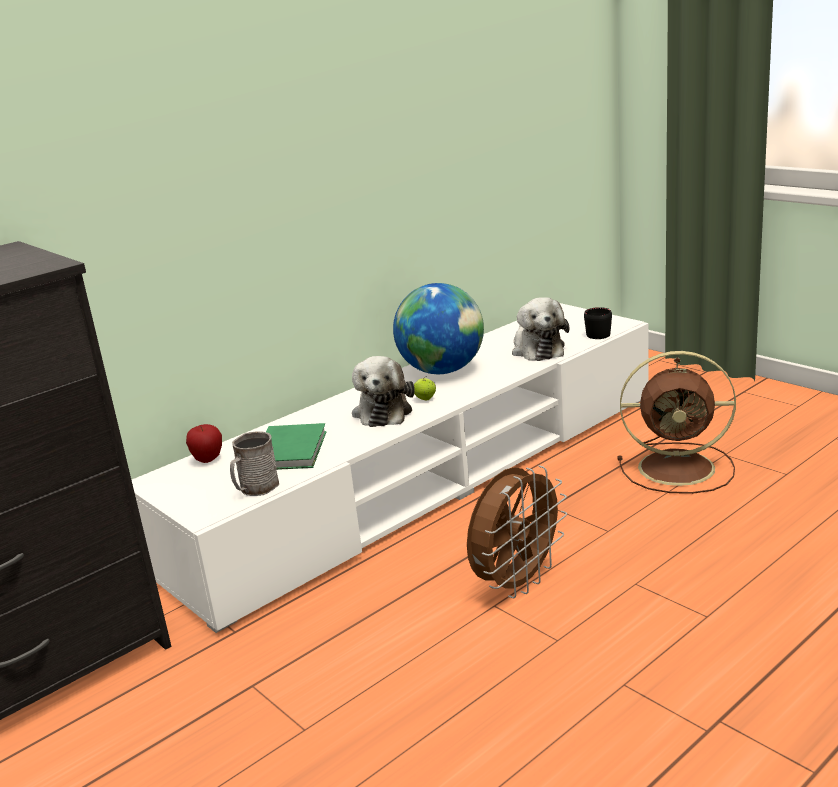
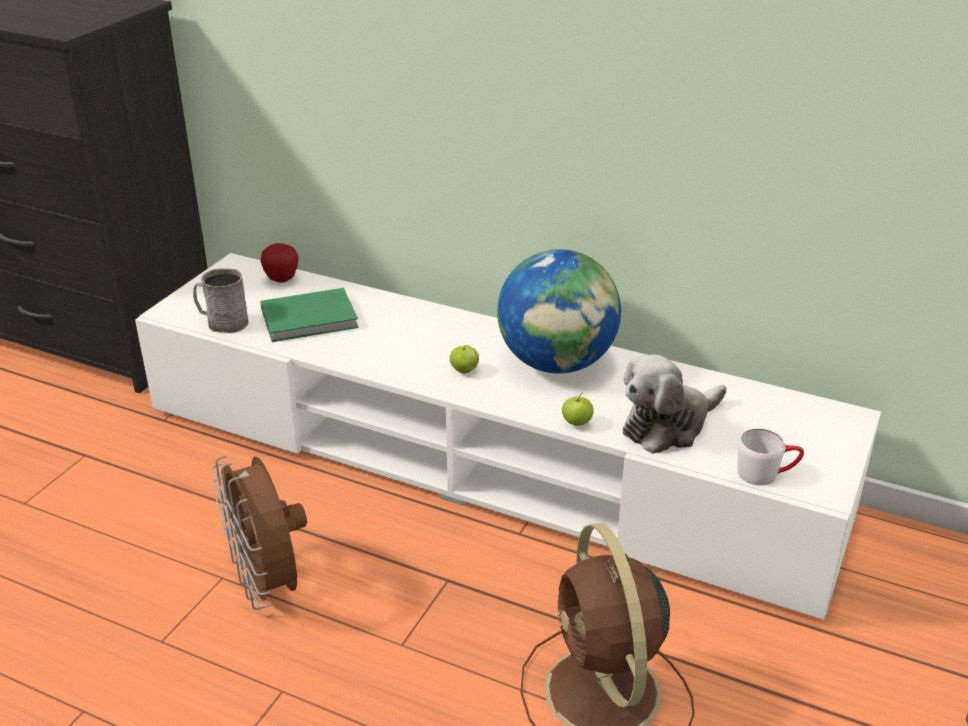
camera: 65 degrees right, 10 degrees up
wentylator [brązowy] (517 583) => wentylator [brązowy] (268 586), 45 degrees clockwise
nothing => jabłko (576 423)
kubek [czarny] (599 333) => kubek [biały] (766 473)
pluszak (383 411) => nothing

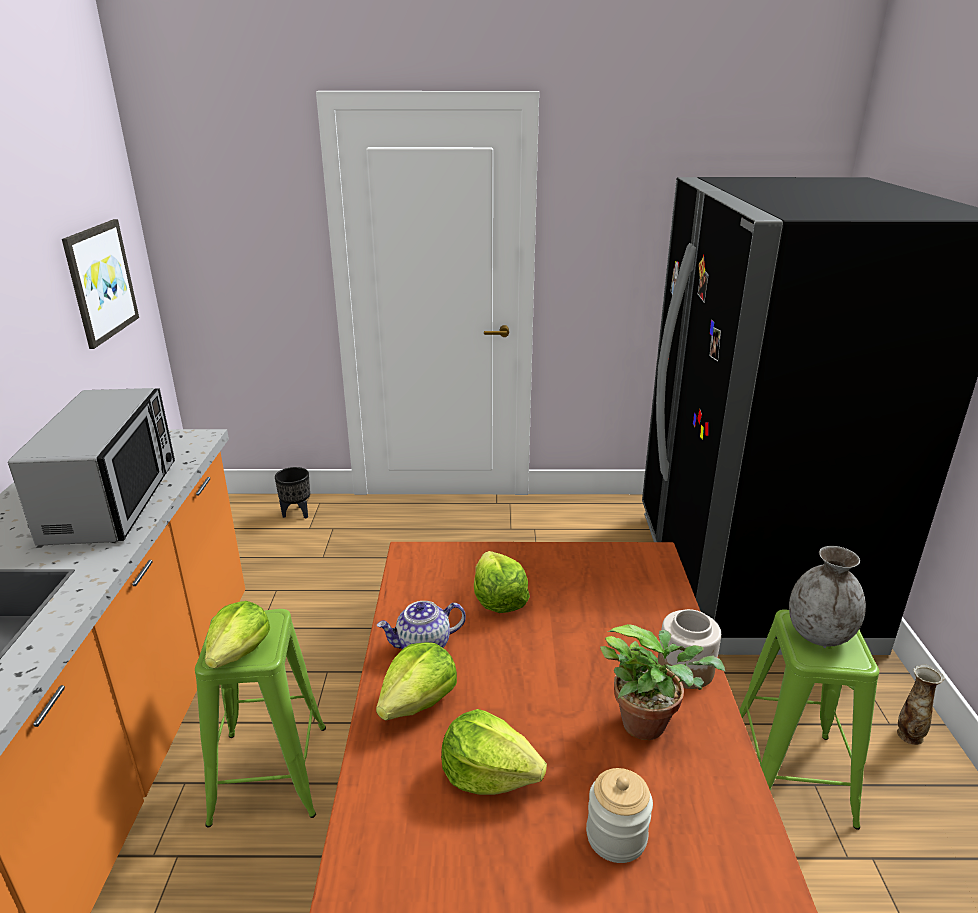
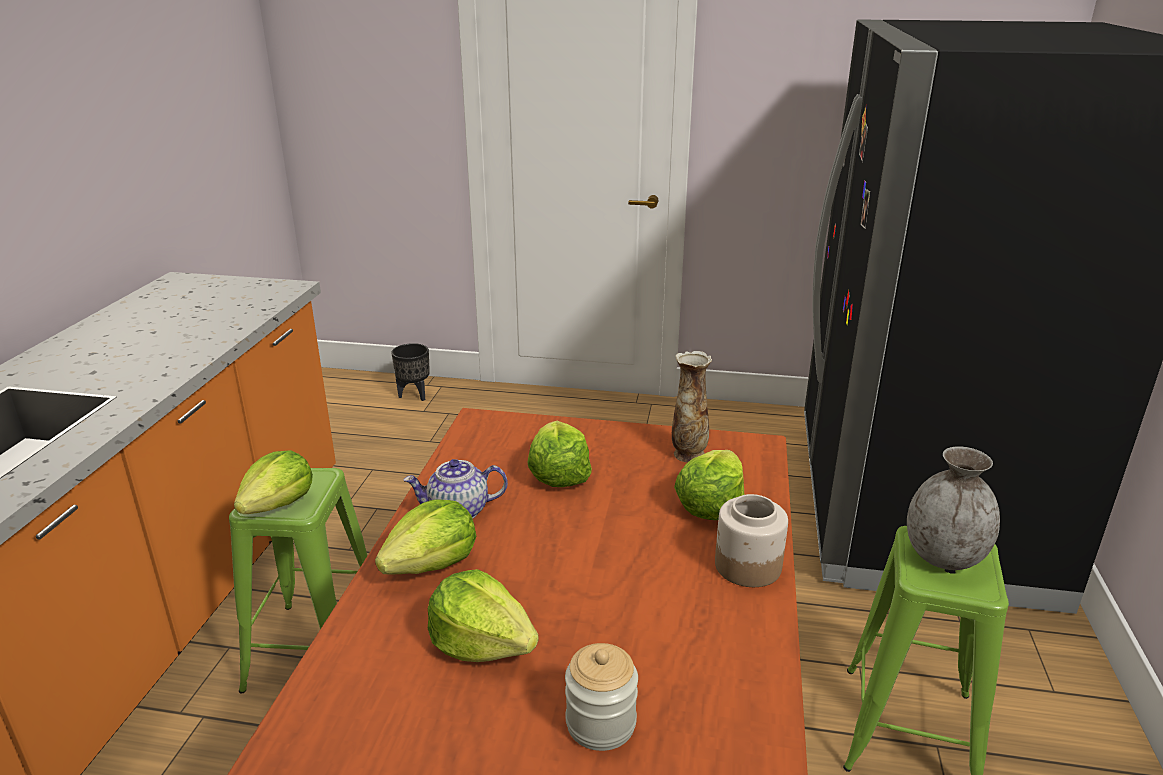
camera: 10 degrees right, 0 degrees up
wazon (909 735) => wazon (688 454), moved
nothing => sałata (710 504)
mikrofalówka (113 500) => nothing
obraz (100 282) => nothing
roślina doniczkowa (650 724) => nothing

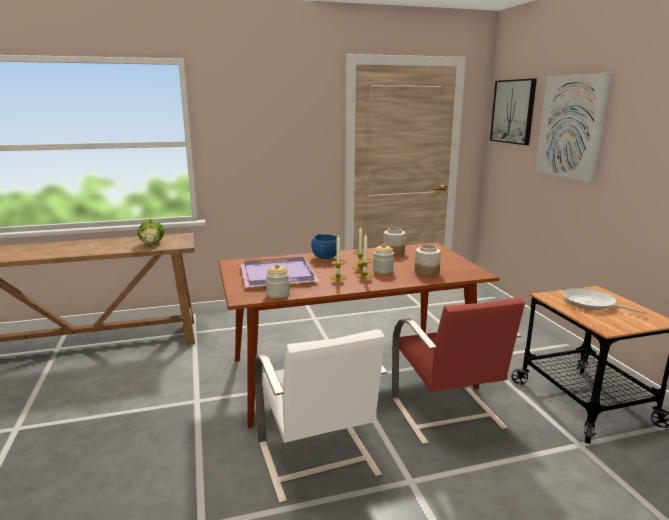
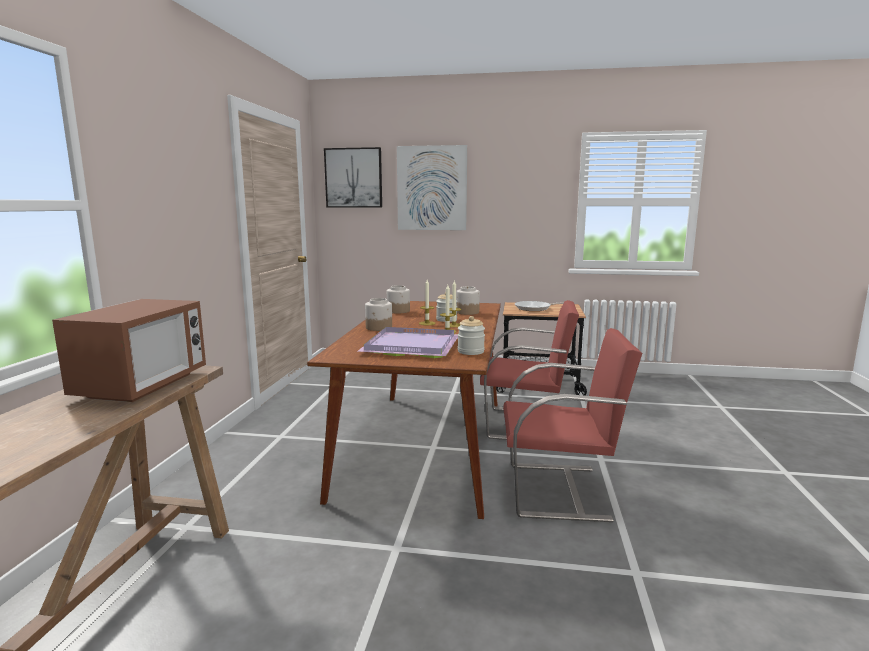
camera: 65 degrees left, 5 degrees down
sałata (152 244) => mikrofalówka (143 385)
miska [niebieski] (325 258) => słoik (379 328)
krzesło [biały] (317 461) => krzesło [czerwony] (559 491)

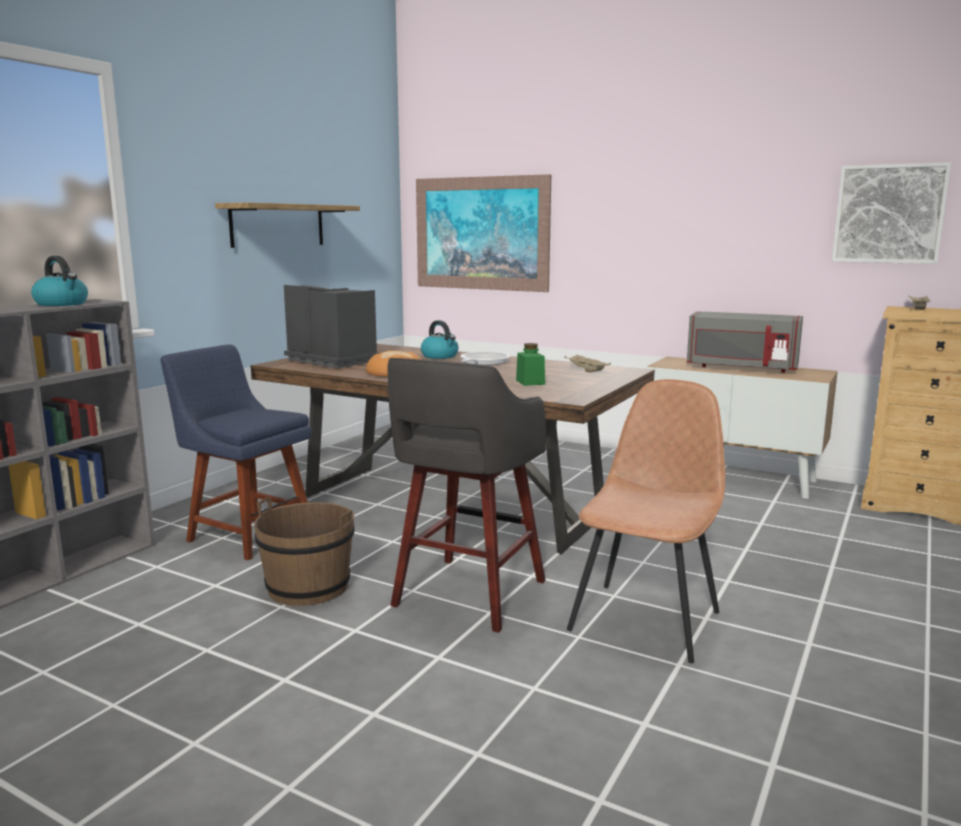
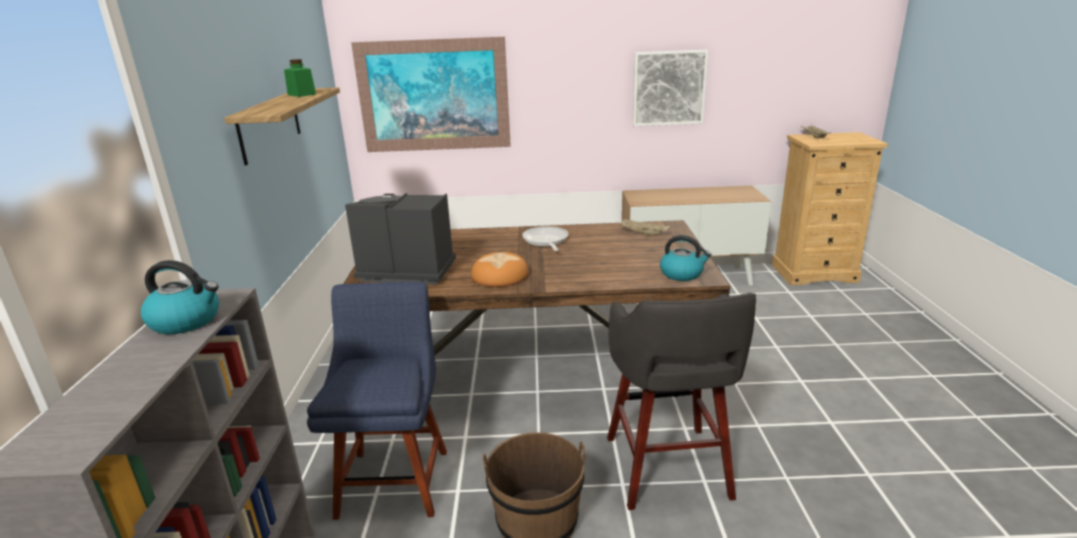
camera: 30 degrees left, 10 degrees up
słoik [zielony] (530 382) => słoik [zielony] (301 94), moved
krzesło [niebieski] (247 533) => krzesło [niebieski] (395 478), 90 degrees clockwise
obraz (889 214) => obraz (668 88), moved
czajnik (440 356) => czajnik (682 274), moved
krzesło [brązowy] (646 619) => nothing
mikrofalówka [szary] (741 367) => nothing

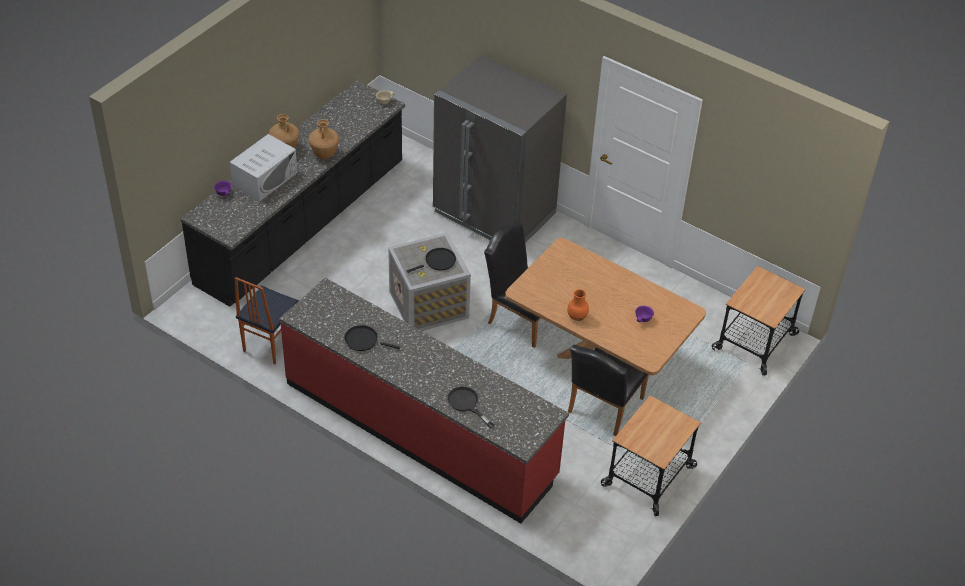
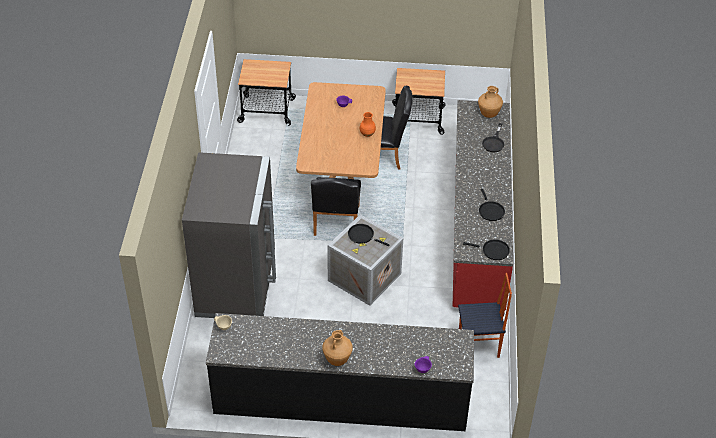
camera: 120 degrees left, 0 degrees up
nothing => patelnia [czarny] (493 251)
wazon [brązowy] (324 154) => wazon [brązowy] (488 114), moved
mikrofalówka [biały] (265 179) => nothing

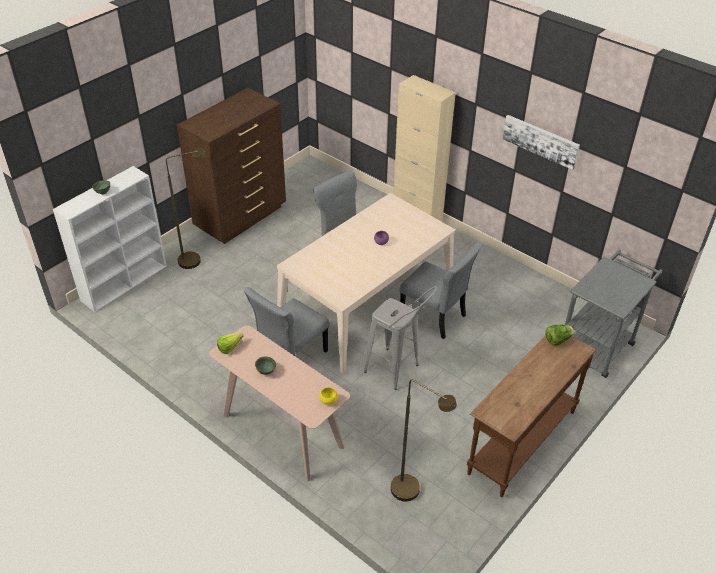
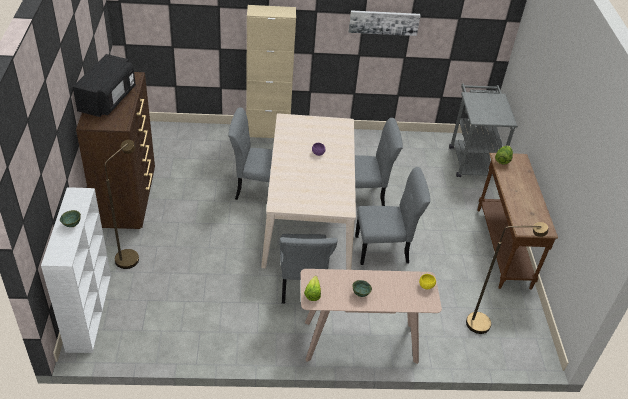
camera: 45 degrees left, 0 degrees up
nothing => mikrofalówka [czarny] (108 99)
stołek [szary] (398 372) => krzesło [szary] (384 250)

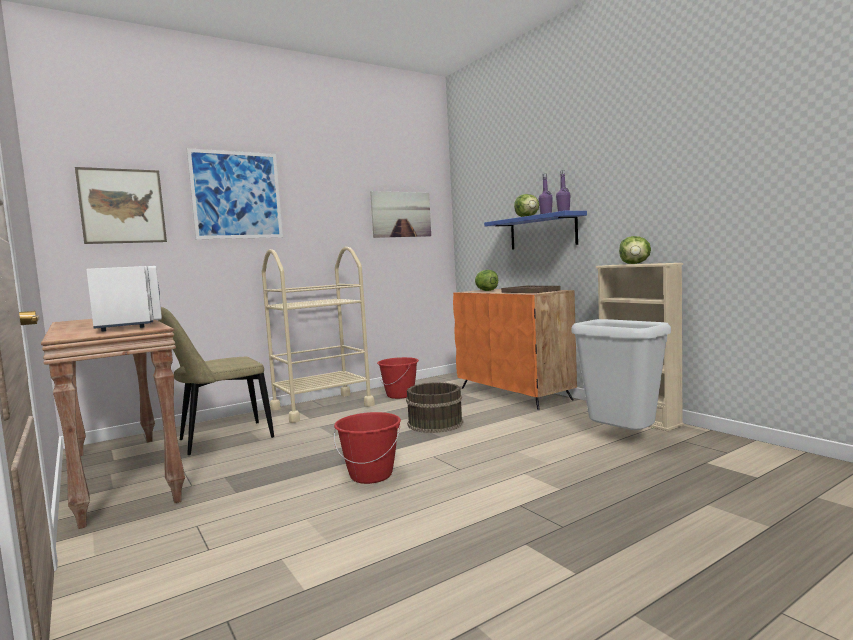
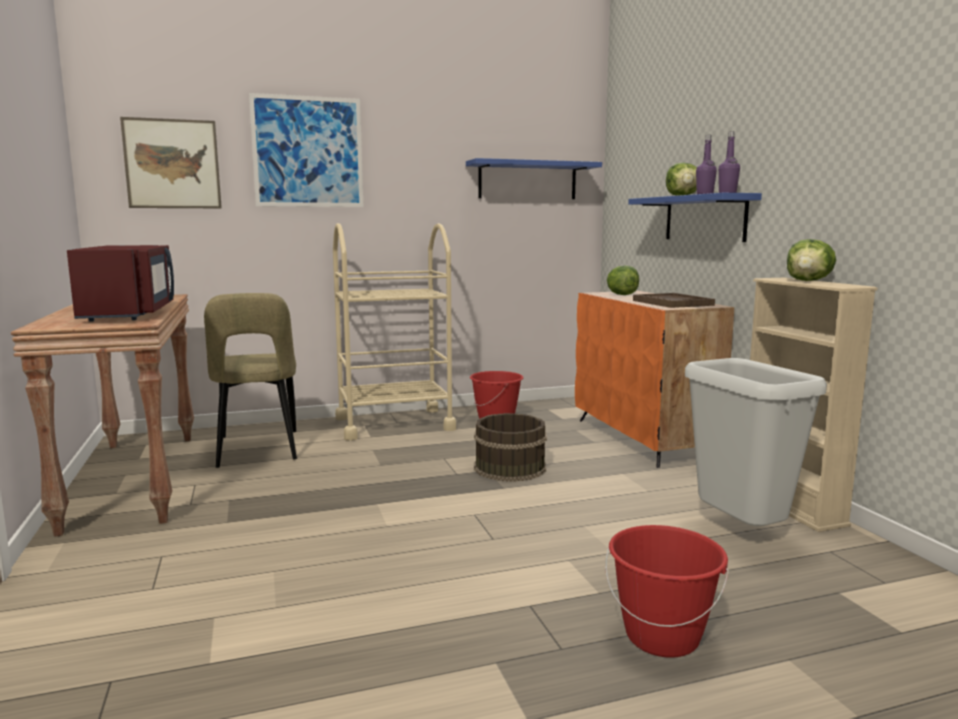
camera: 15 degrees right, 5 degrees up
mikrofalówka [biały] (128 325) => mikrofalówka [czerwony] (130 314)
krzesło [beżowy] (220 440) => krzesło [beżowy] (258 450), 90 degrees counterclockwise
obraz (401 214) => półka [niebieski] (527 180)
wiadro [czerwony] (371 475) => wiadro [czerwony] (662 637), moved

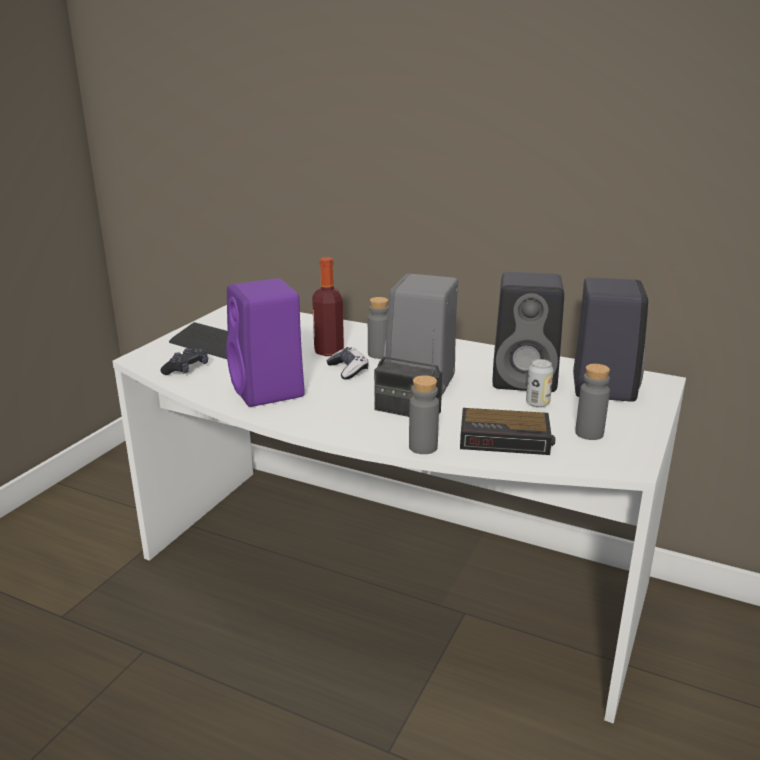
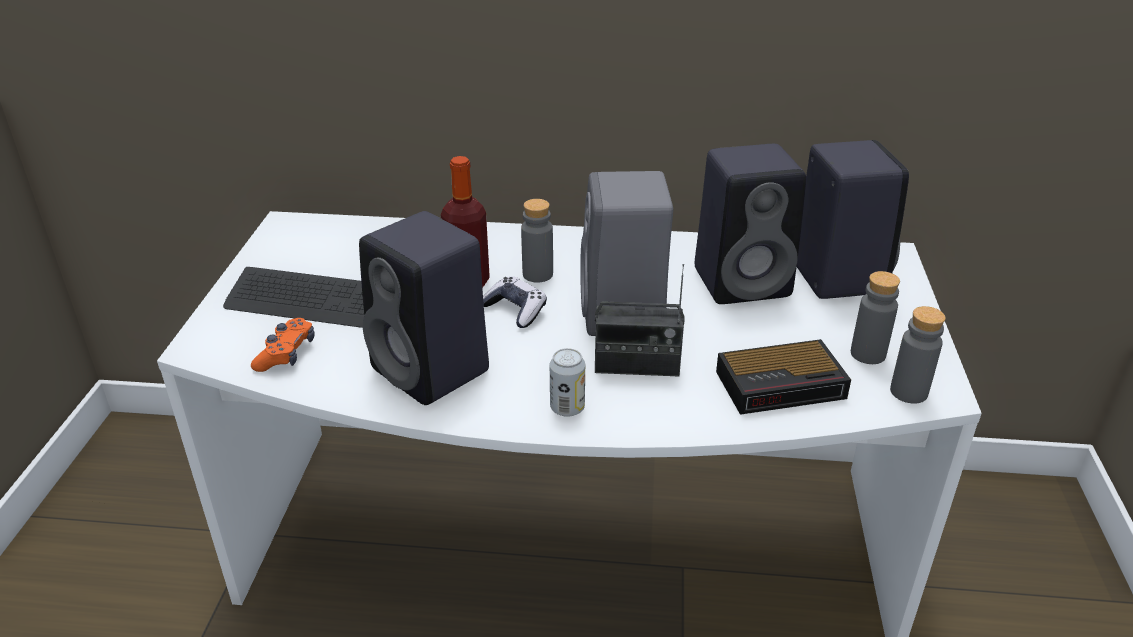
camera: 20 degrees left, 10 degrees up
pad do gier [czarny] (187 369) => pad do gier [pomarańczowy] (286 354)
głośnik [fioletowy] (269 391) => głośnik [czarny] (433 371)
puszka (537 403) => puszka (567 408), moved
butelka [szary] (423 447) => butelka [szary] (908 392), moved

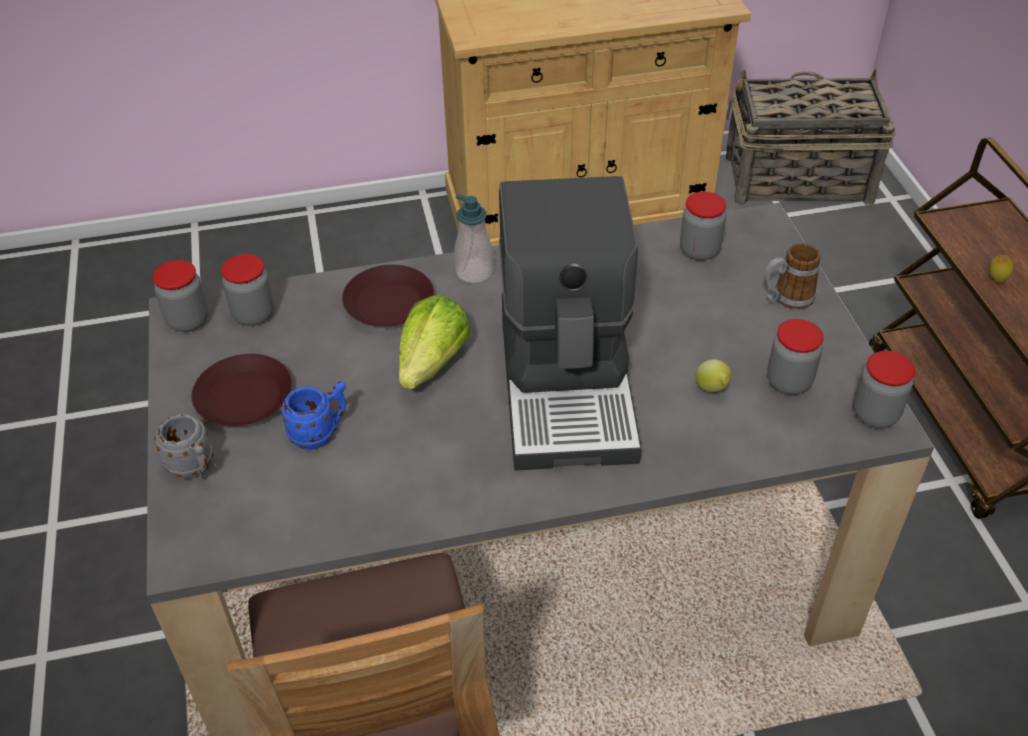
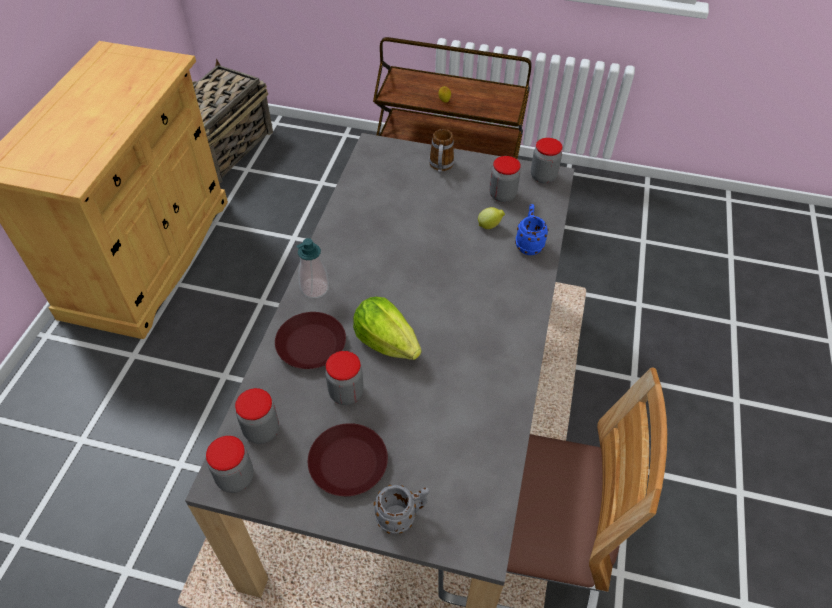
camera: 65 degrees left, 5 degrees up
słoik (699 250) => słoik (346 393), moved
kubek [niebieski] (320 433) => kubek [niebieski] (528 243), moved
ekspres do kawy (569 386) => nothing

